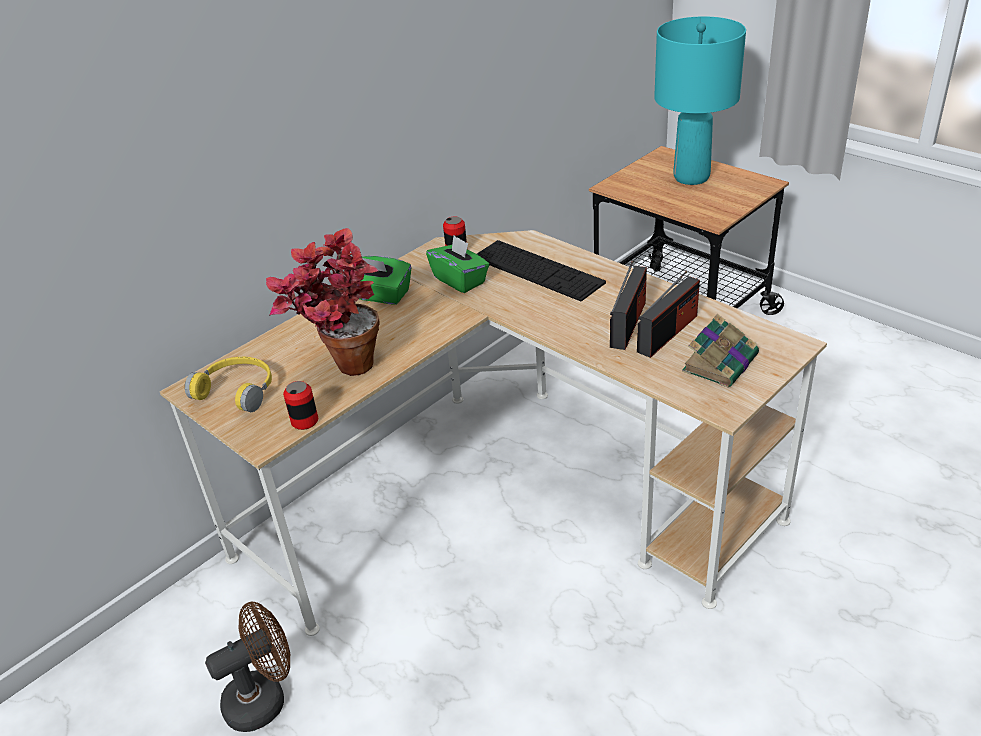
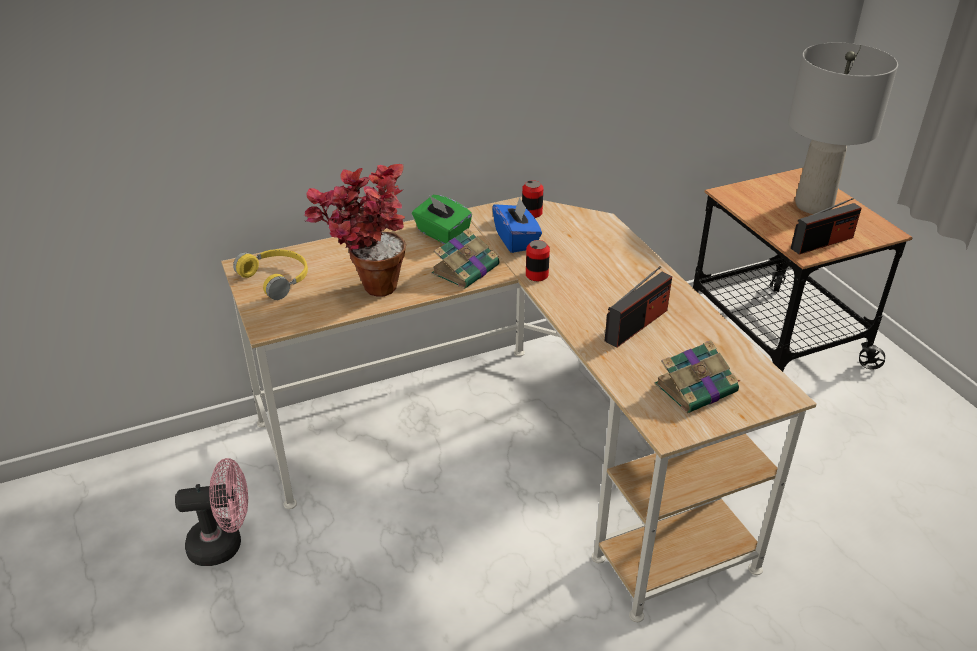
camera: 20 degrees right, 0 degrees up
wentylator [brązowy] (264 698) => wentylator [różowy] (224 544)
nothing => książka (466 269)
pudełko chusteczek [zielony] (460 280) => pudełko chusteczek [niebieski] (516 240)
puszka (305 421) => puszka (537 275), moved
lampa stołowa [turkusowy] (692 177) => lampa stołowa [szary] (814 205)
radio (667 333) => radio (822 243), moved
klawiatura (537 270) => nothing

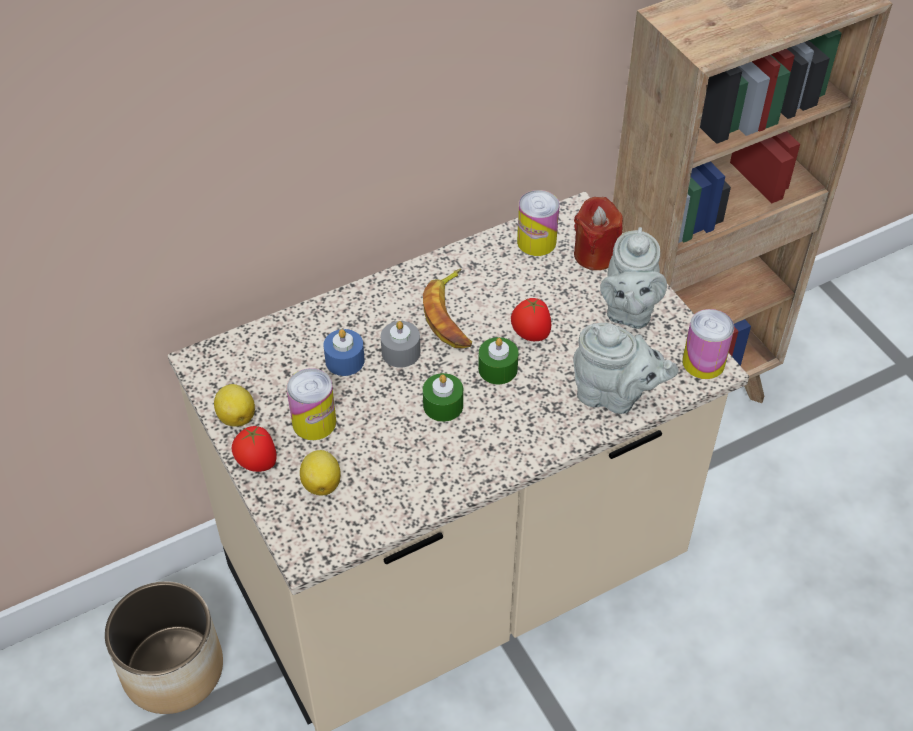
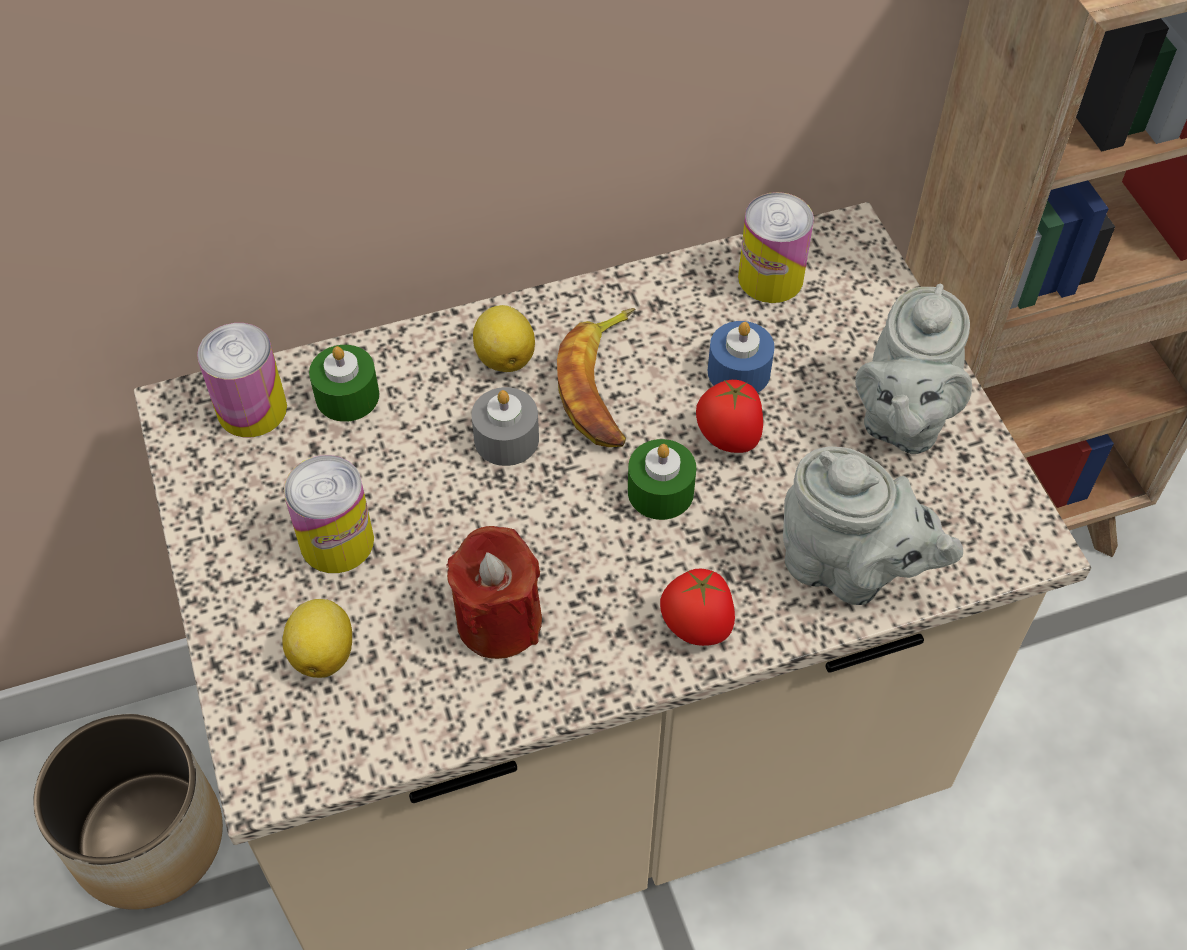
camera: 10 degrees right, 5 degrees up
puszka (703 362) => puszka (252 409), moved
świeca [zielony] (443 405) => świeca [zielony] (347 396), moved
świeca [czerwony] (595 254) => świeca [czerwony] (499 621), moved
cytryna (236 416) => cytryna (505 356), moved
pomidor (257 464) => pomidor (695 628), moved
świeca [niebieski] (345 360) => świeca [niebieski] (738 372), moved

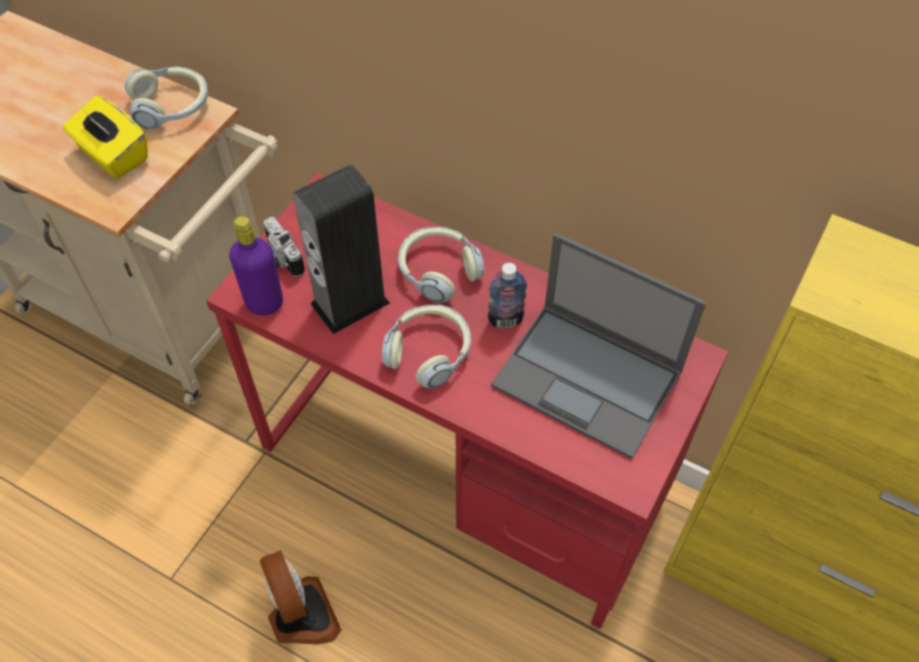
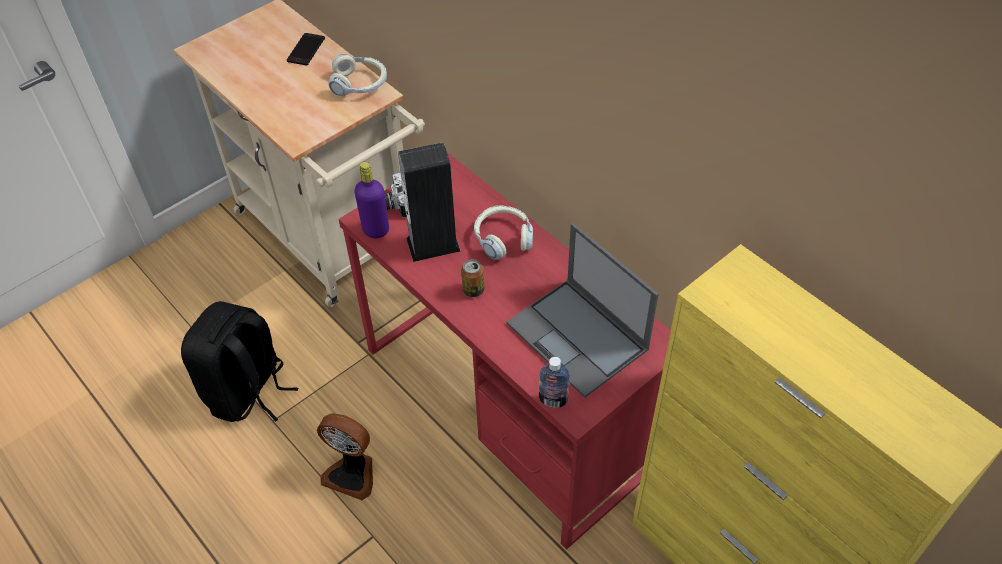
camera: 20 degrees right, 5 degrees down
nothing => plecak [czarny] (247 391)
nothing => telefon (306 49)
wentylator (301 616) => wentylator (352 473), 120 degrees clockwise
słuchawki (429 352) => puszka (473 290)
butelka (505 320) => butelka (553 400), moved
pudełko chusteczek [żółty] (113 155) => nothing

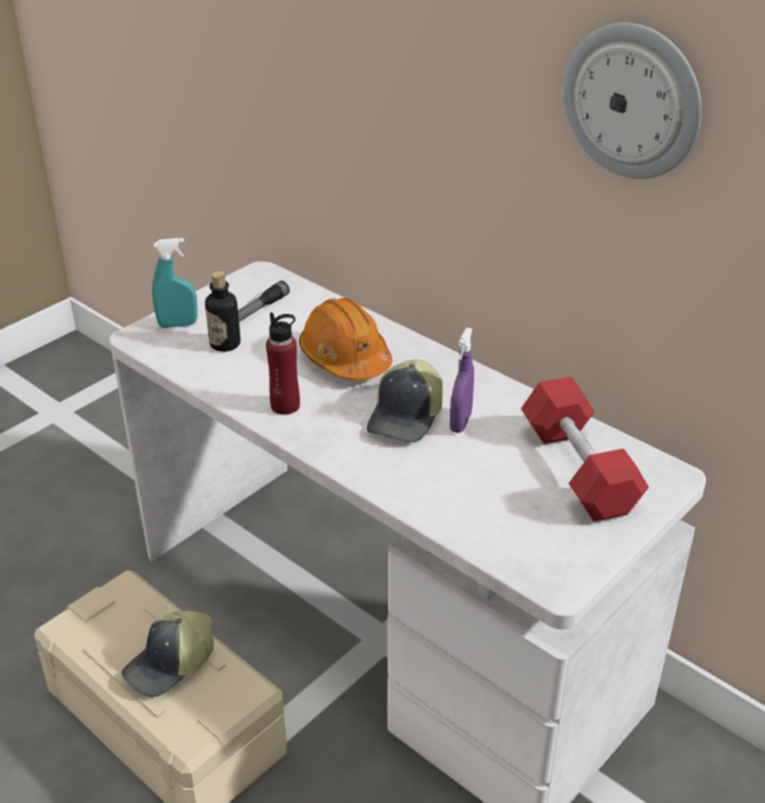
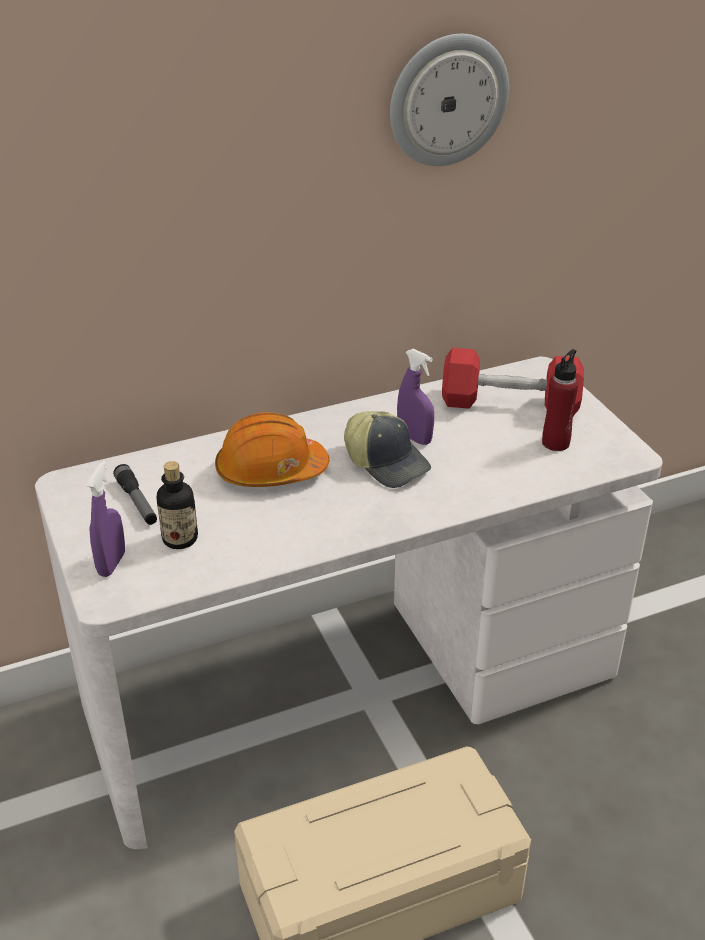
camera: 65 degrees left, 0 degrees up
spryskiwacz [turkusowy] (178 324) => spryskiwacz [fioletowy] (111 564)
butelka [czerwony] (285 406) => butelka [czerwony] (555 443), moved
czapka z daszkiem (171 664) => nothing

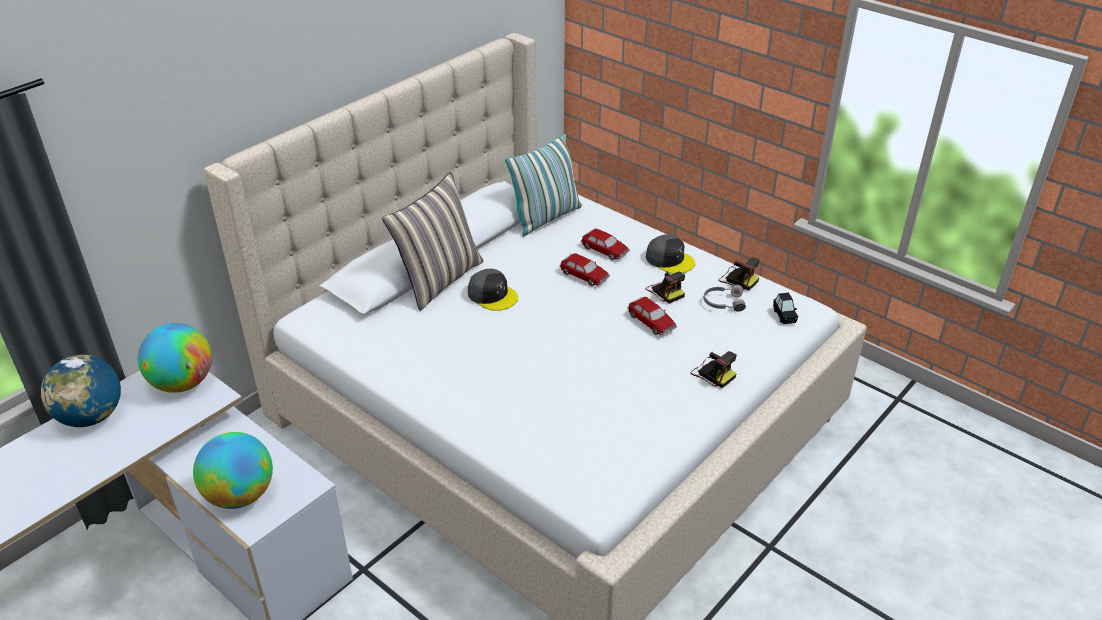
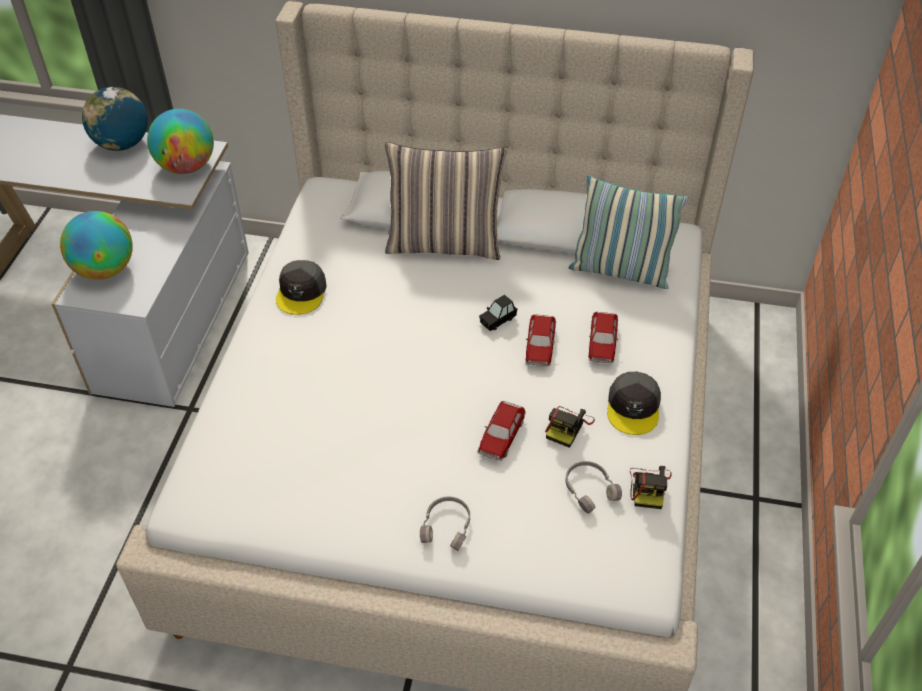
camera: 60 degrees right, 10 degrees up
czapka z daszkiem [szary] (492 295) => czapka z daszkiem [szary] (301 292), moved
aparat fotograficzny (712 373) => słuchawki [szary] (447 526)
samochodzik [czarny] (784 316) => samochodzik [czarny] (497 320), moved

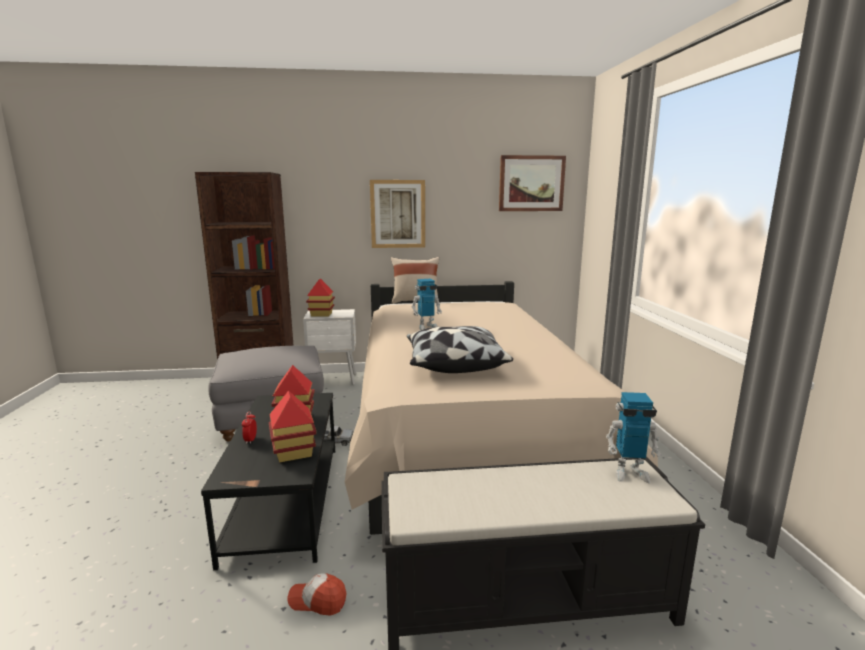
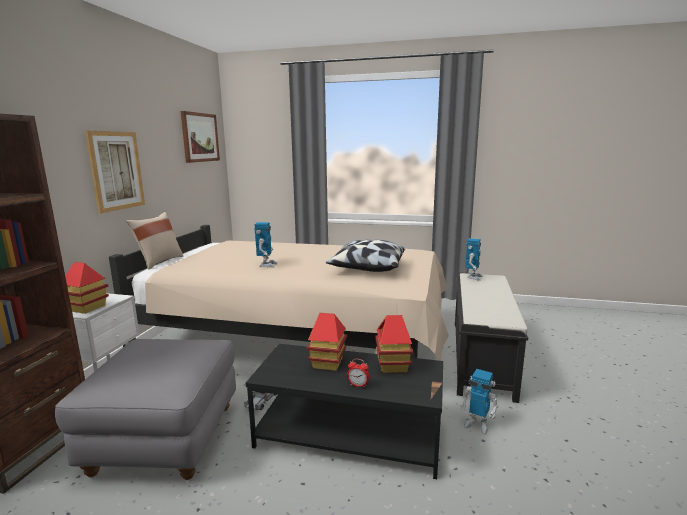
camera: 70 degrees left, 0 degrees up
czapka z daszkiem (318 601) => robot zabawkowy (477 424)

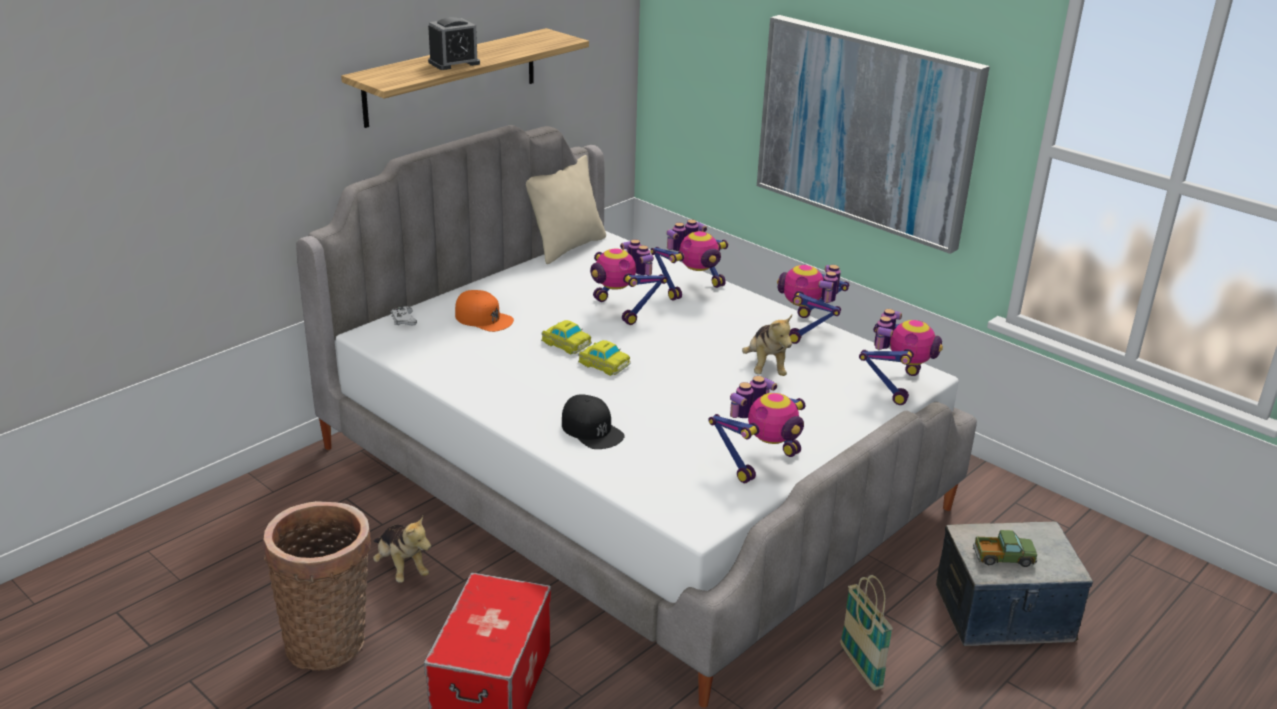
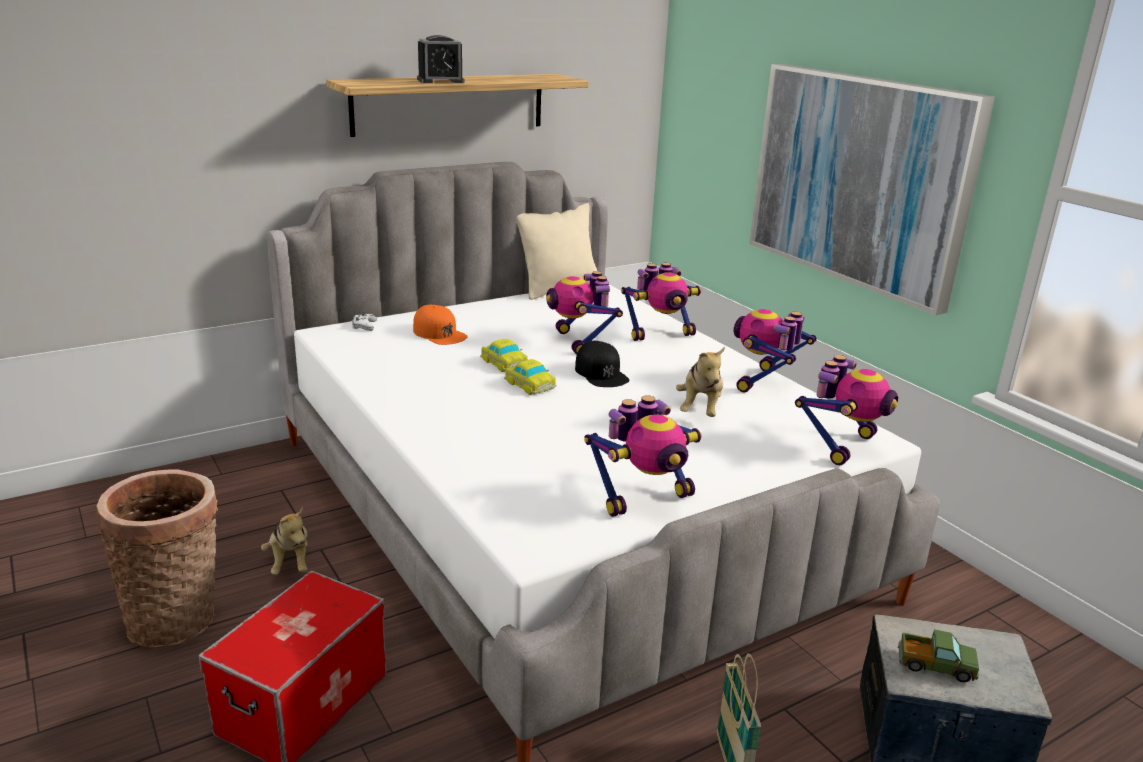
camera: 15 degrees right, 5 degrees down
czapka z daszkiem [czarny] (592 430) => czapka z daszkiem [czarny] (601 373), moved

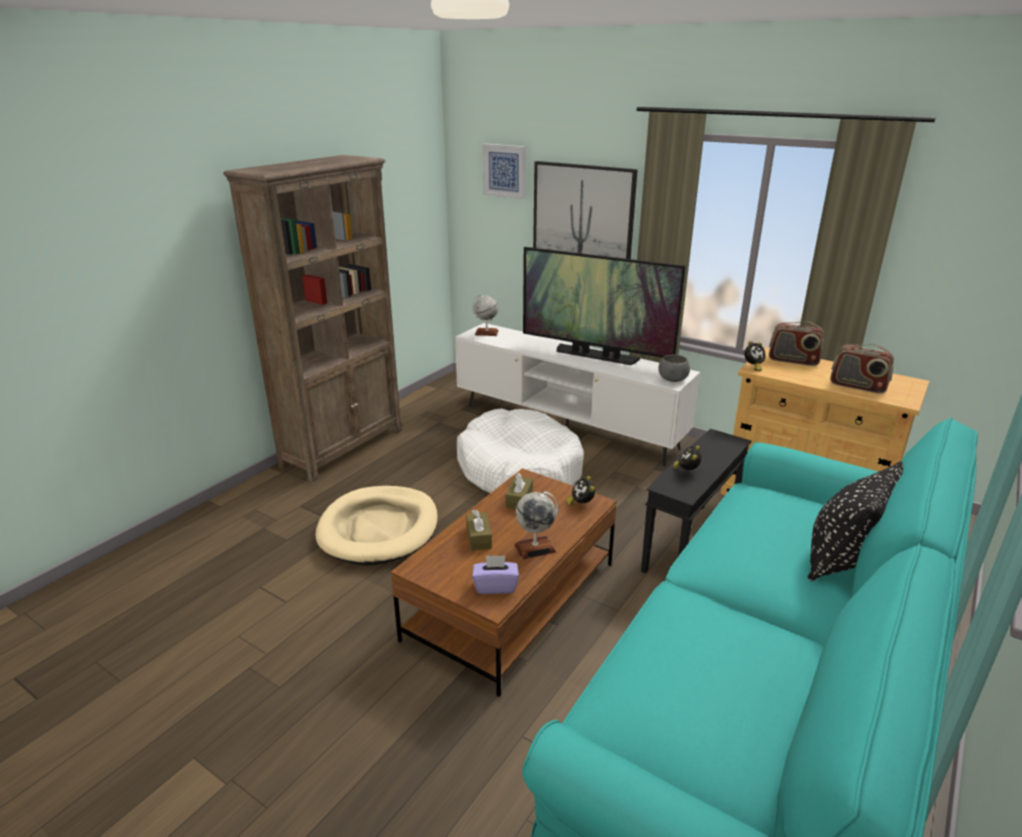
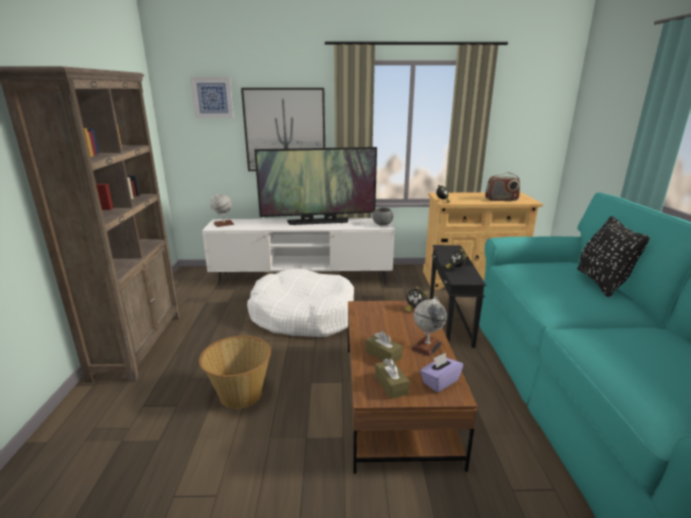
camera: 35 degrees left, 5 degrees down
legowisko [beżowy] (379 529) => koszyk (240 394)
pudełko chusteczek [brązowy] (519 499) => pudełko chusteczek [brązowy] (391 385), moved
radio (793 360) => nothing

